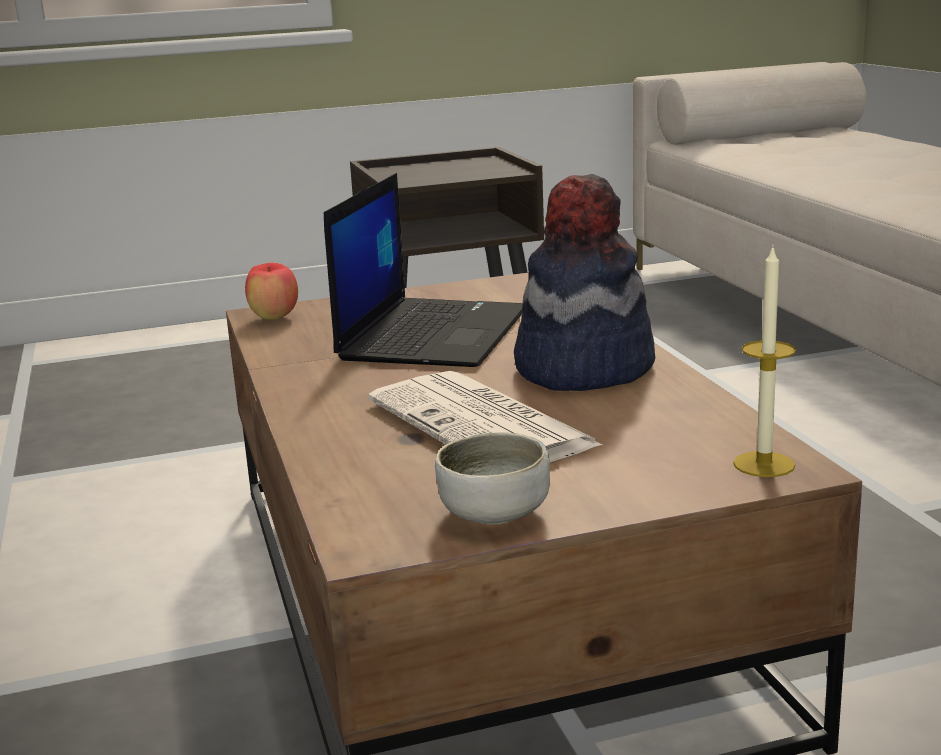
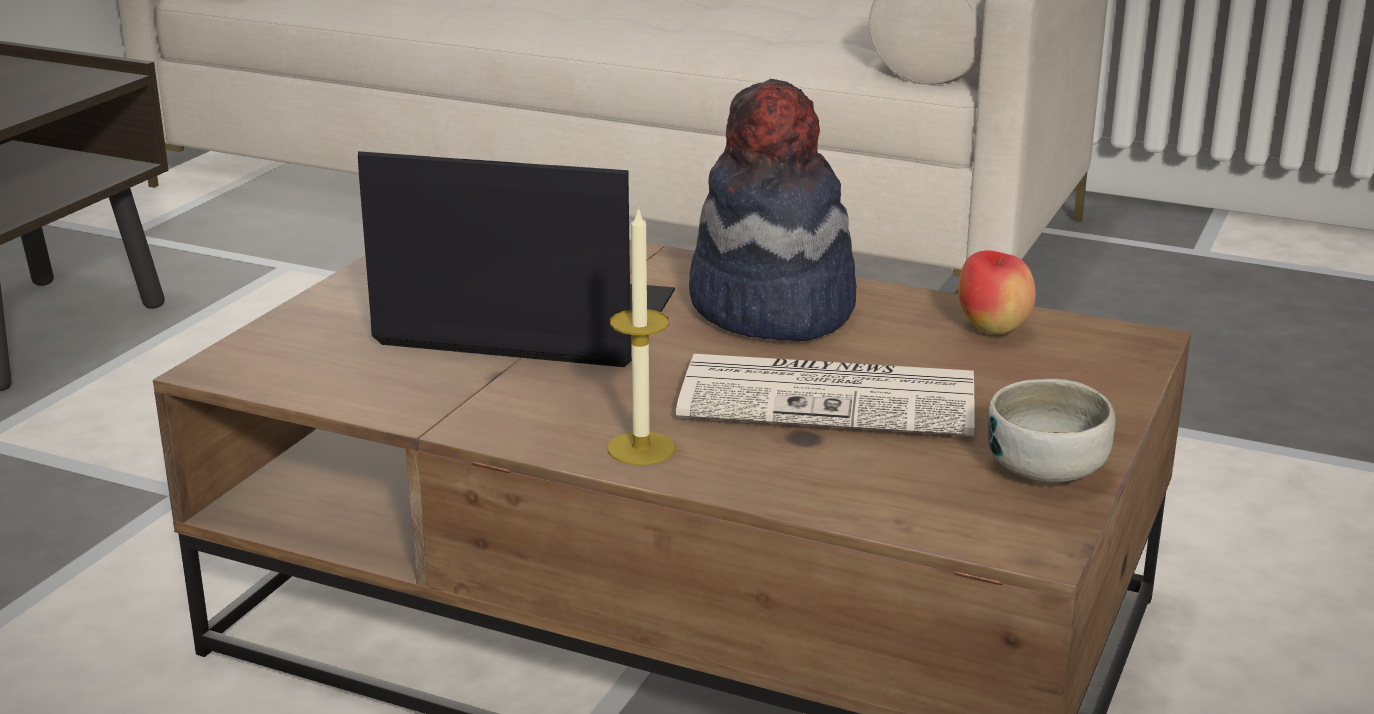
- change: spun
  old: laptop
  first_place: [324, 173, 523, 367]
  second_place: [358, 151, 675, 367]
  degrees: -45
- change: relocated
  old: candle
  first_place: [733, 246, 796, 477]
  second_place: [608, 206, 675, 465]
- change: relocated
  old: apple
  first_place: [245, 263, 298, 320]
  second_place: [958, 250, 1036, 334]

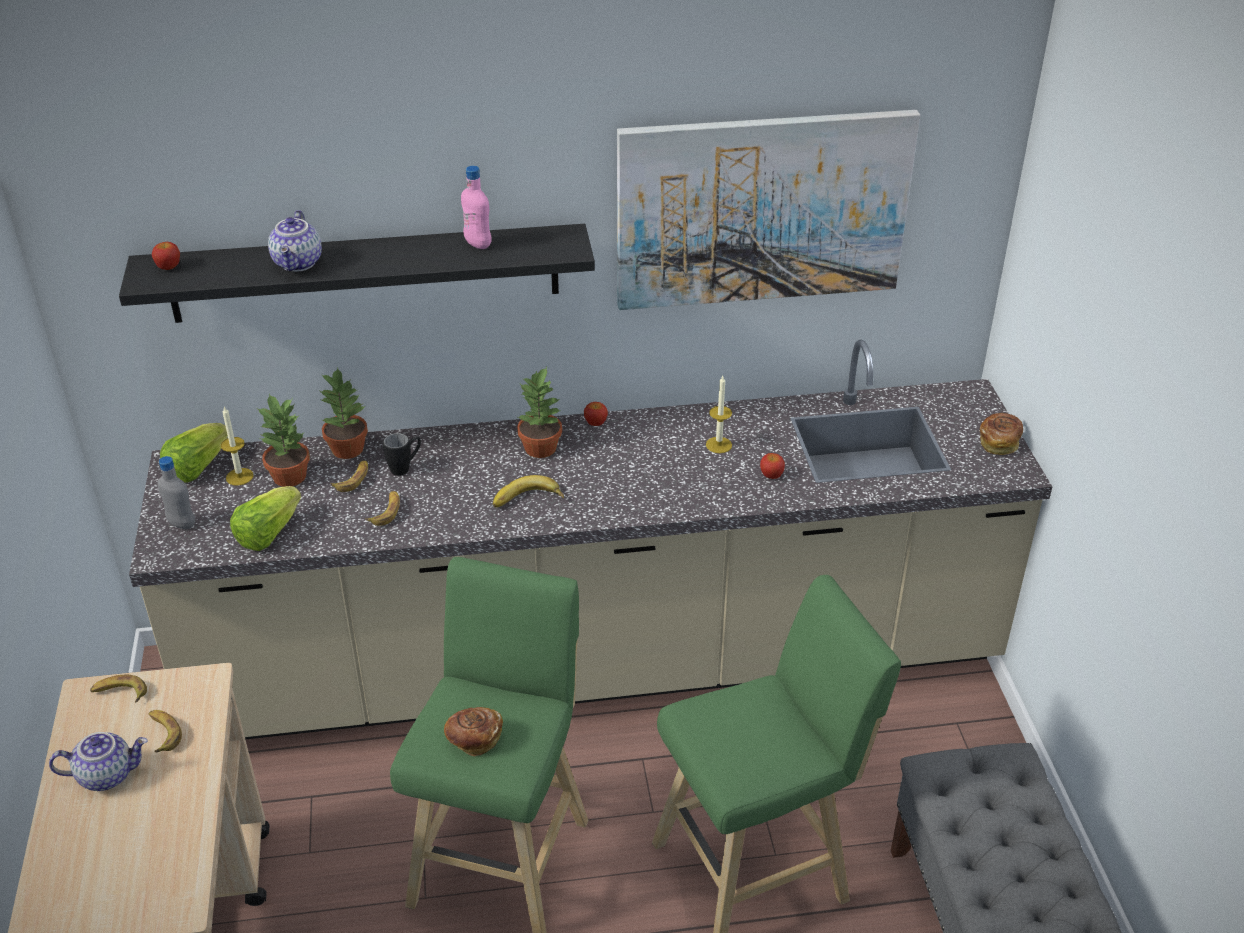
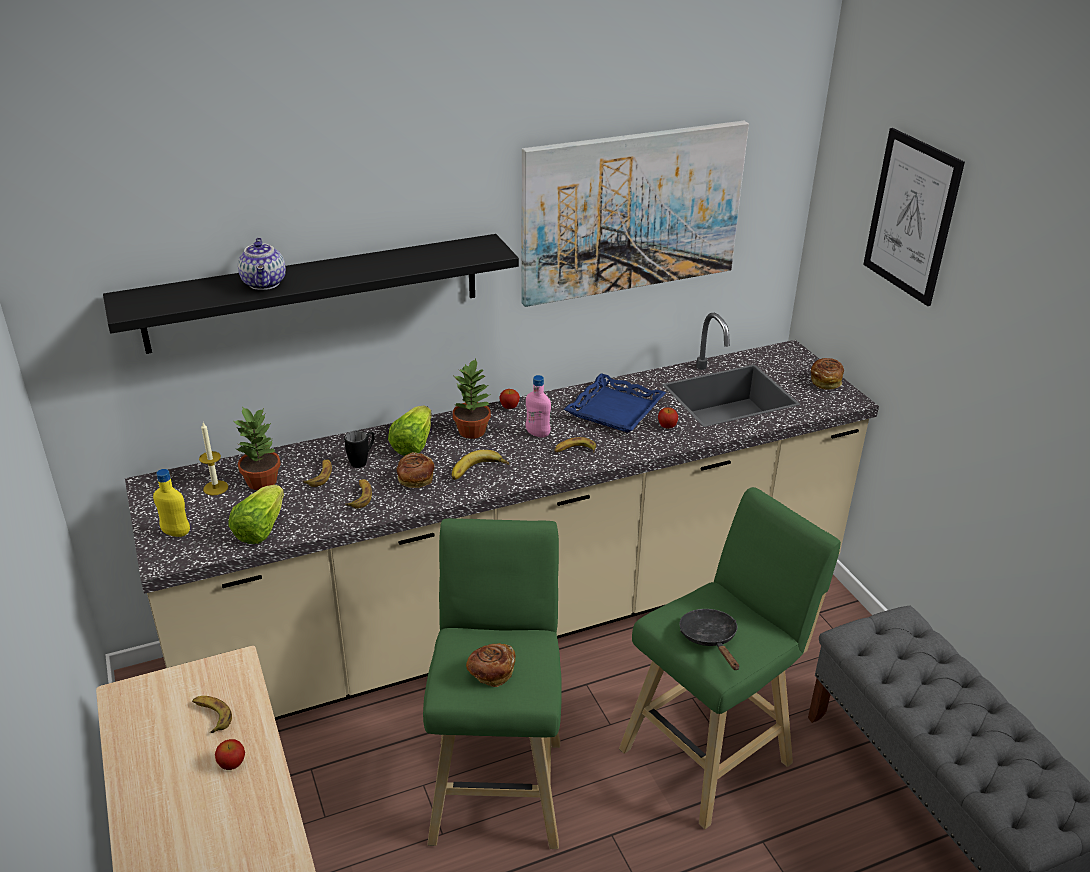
- change: colour
  old: grey bottle
  new: yellow bottle
  first_place: [157, 456, 195, 529]
  second_place: [153, 469, 190, 537]
- change: relocated
  old: apple
  first_place: [152, 242, 180, 270]
  second_place: [215, 739, 245, 770]
- change: relocated
  old: lettuce
  first_place: [160, 423, 228, 483]
  second_place: [388, 405, 432, 456]
- change: appeared
  new: bread
  second_place: [397, 452, 434, 488]
- change: relocated
  old: pink bottle
  first_place: [461, 166, 491, 249]
  second_place: [526, 375, 551, 437]
- change: relocated
  old: banana
  first_place: [90, 675, 147, 702]
  second_place: [554, 437, 596, 453]
- change: exchanged
  old: candle
  new: blue tray
  first_place: [706, 376, 732, 453]
  second_place: [564, 373, 666, 433]
- change: appeared
  new: black frying pan
  second_place: [679, 609, 739, 670]
- change: appeared
  new: picture
  second_place: [863, 128, 965, 306]
- change: missing
  old: teapot
  first_place: [49, 732, 148, 791]
- change: missing
  old: potted plant
  first_place: [320, 368, 368, 459]

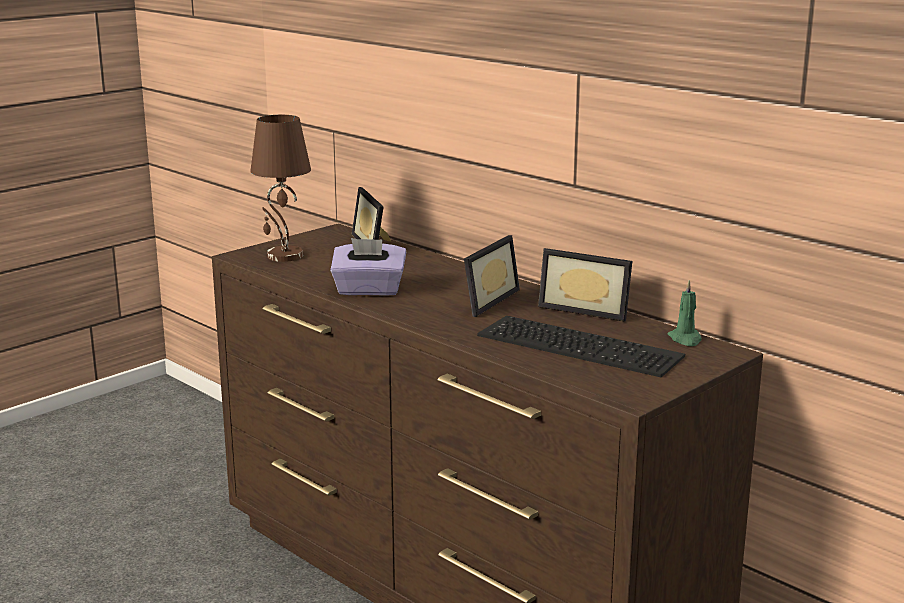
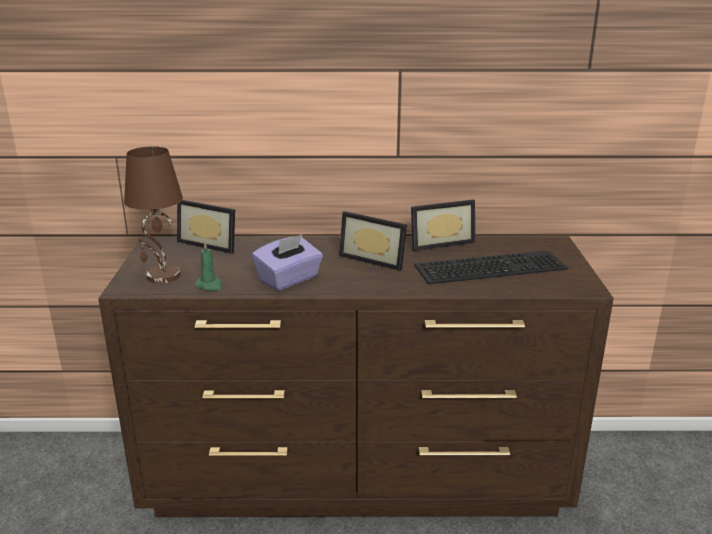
- change: relocated
  old: green candle
  first_place: [668, 280, 702, 346]
  second_place: [195, 241, 222, 291]
- change: spun
  old: picture frame
  first_place: [464, 235, 520, 317]
  second_place: [339, 211, 407, 271]
  degrees: 135

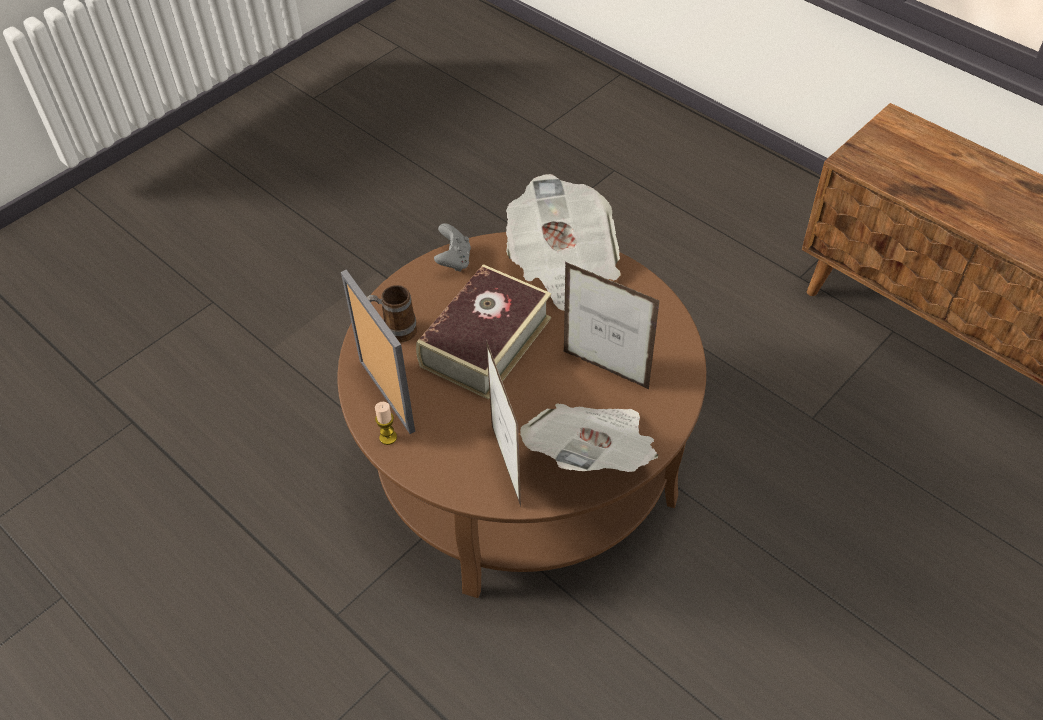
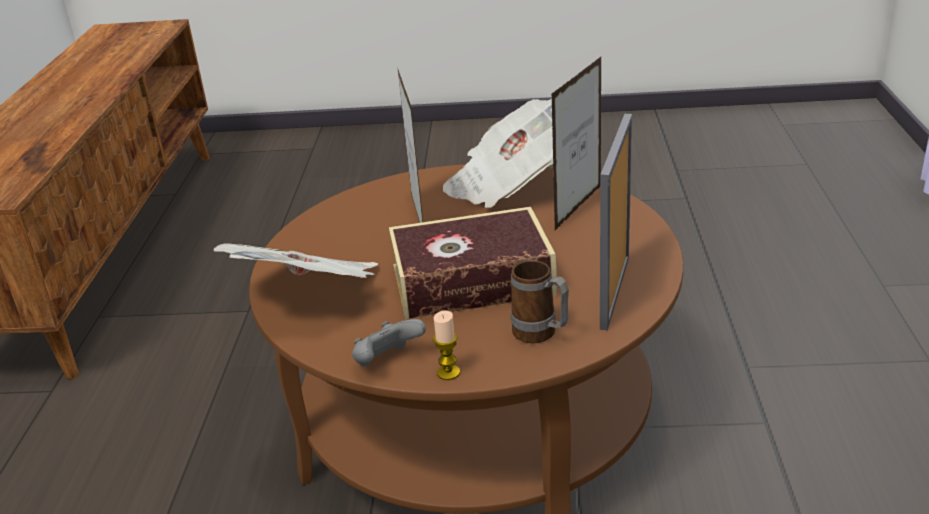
- change: relocated
  old: candle
  first_place: [375, 402, 397, 445]
  second_place: [433, 310, 460, 380]

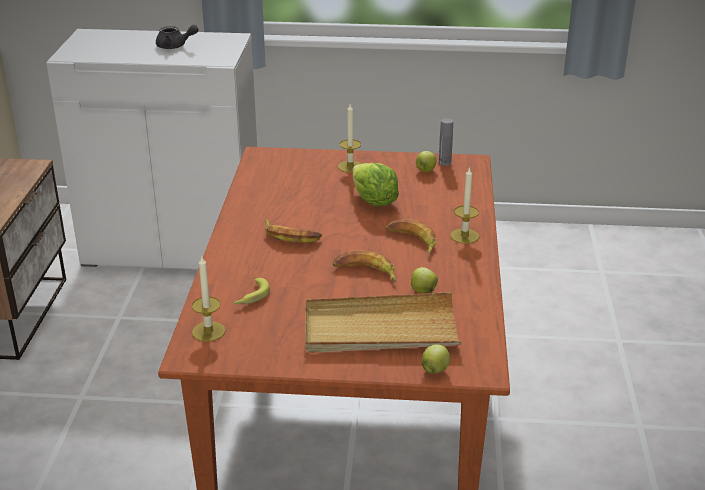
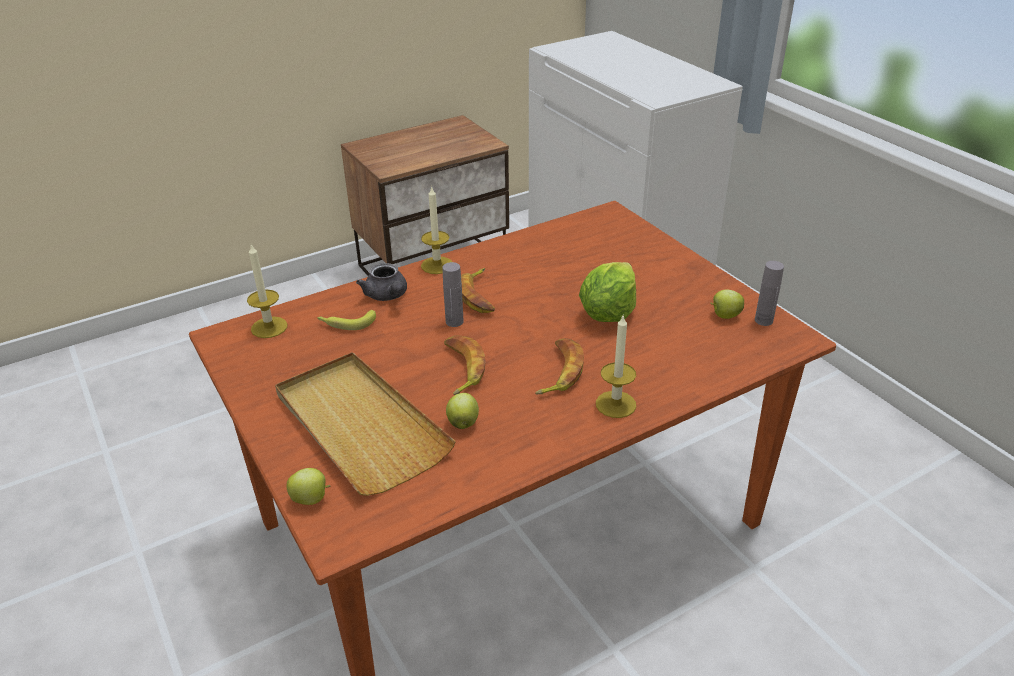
- change: relocated
  old: grey teapot
  first_place: [156, 25, 198, 49]
  second_place: [356, 263, 407, 301]
- change: relocated
  old: candle
  first_place: [338, 104, 361, 173]
  second_place: [421, 186, 452, 274]
- change: appeared
  new: grey bottle
  second_place: [443, 262, 464, 327]

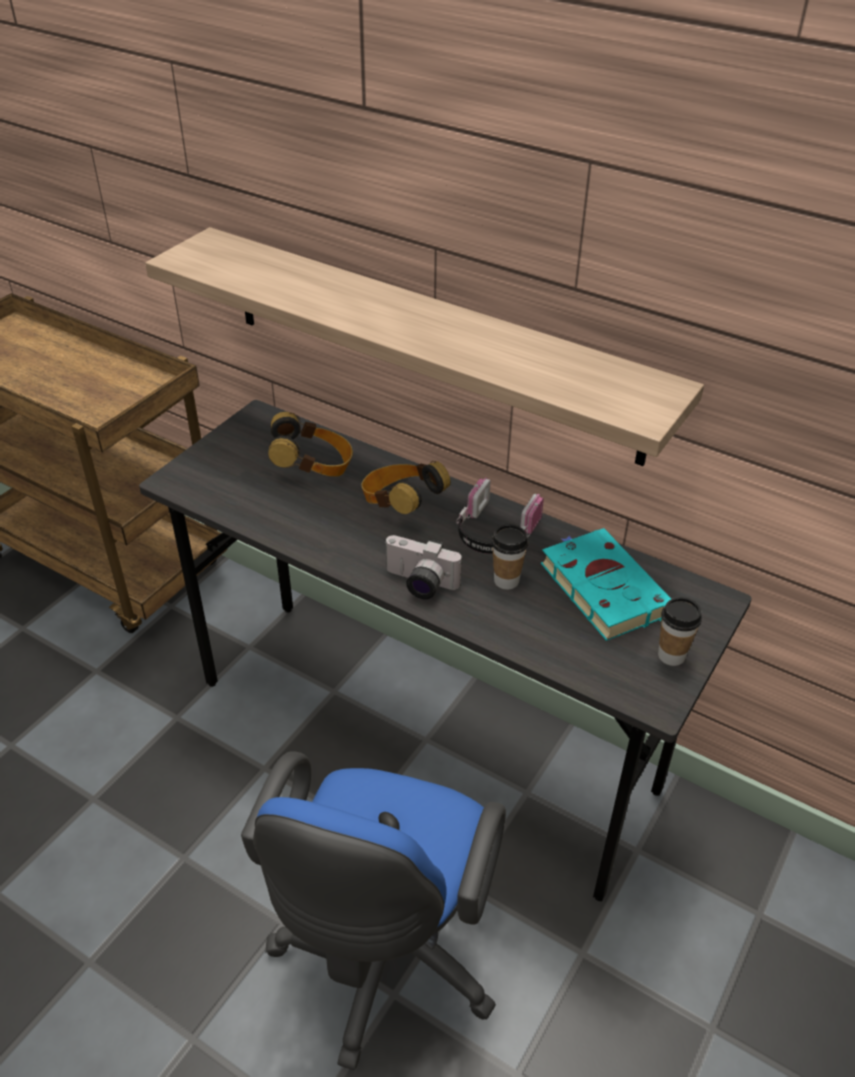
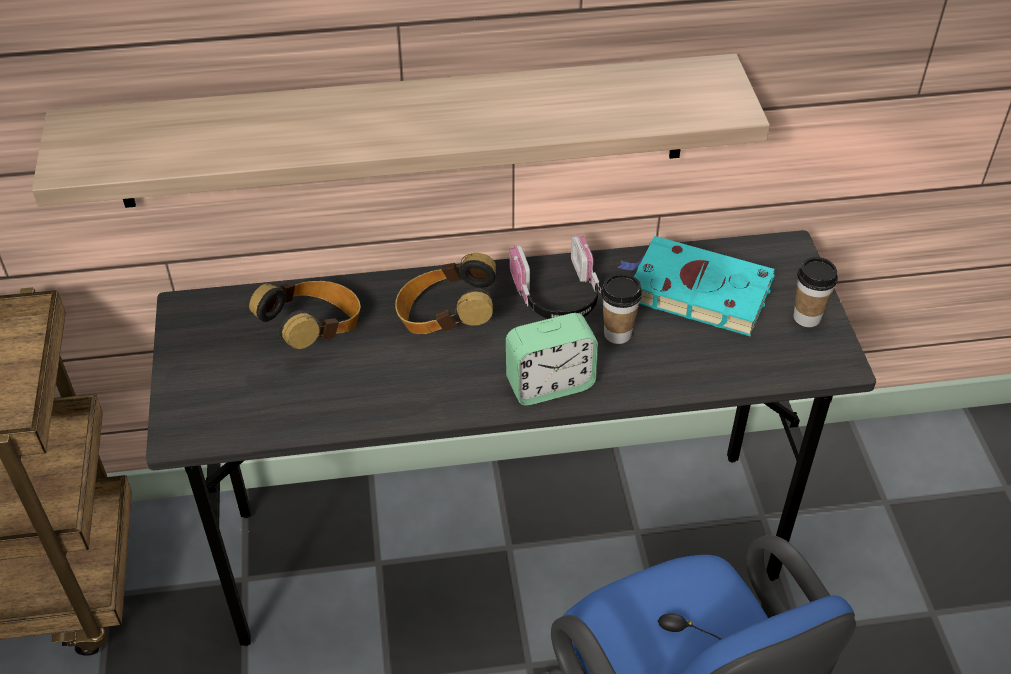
- change: exchanged
  old: photo camera
  new: alarm clock
  first_place: [384, 535, 462, 599]
  second_place: [506, 313, 598, 406]

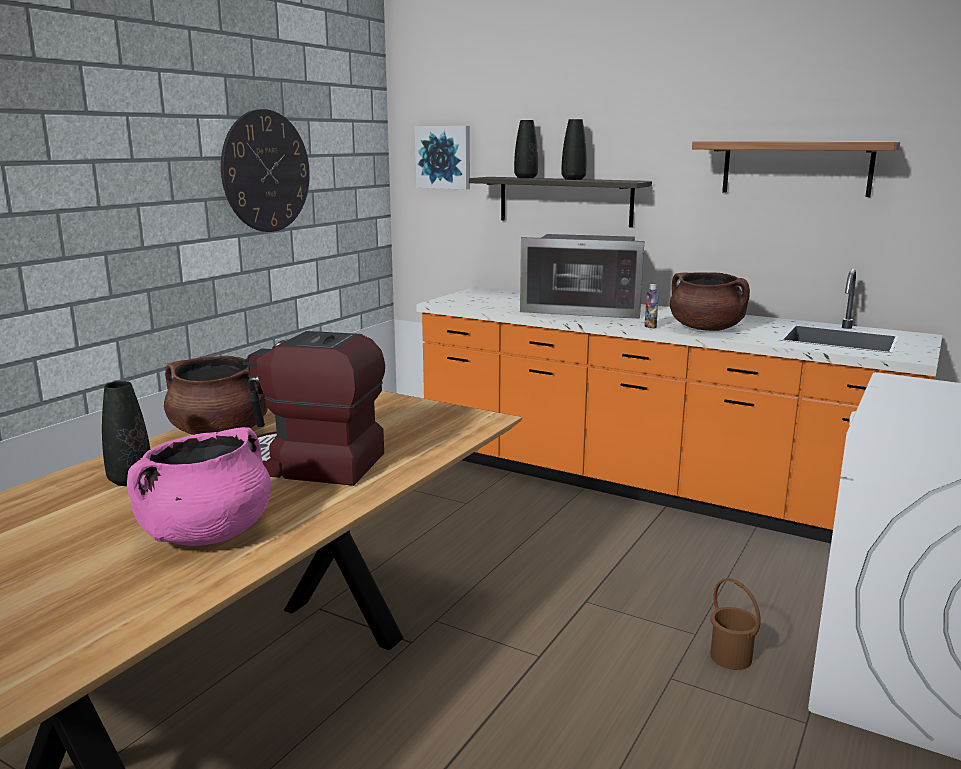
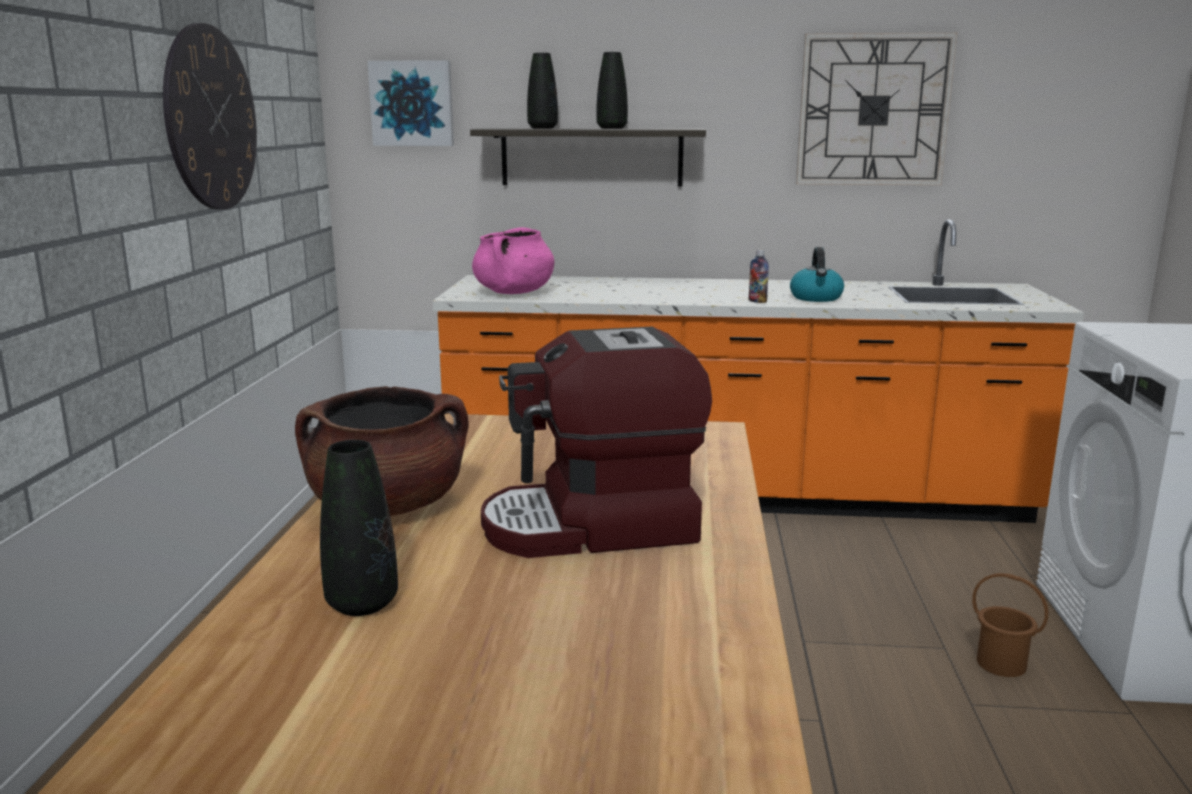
- change: relocated
  old: pink cooking pot
  first_place: [127, 427, 271, 546]
  second_place: [472, 227, 554, 294]
- change: exchanged
  old: brown cooking pot
  new: kettle
  first_place: [670, 272, 750, 331]
  second_place: [790, 247, 844, 302]
- change: exchanged
  old: shelf
  new: wall clock
  first_place: [692, 141, 900, 197]
  second_place: [796, 33, 957, 185]
- change: missing
  old: microwave
  first_place: [520, 234, 644, 319]

